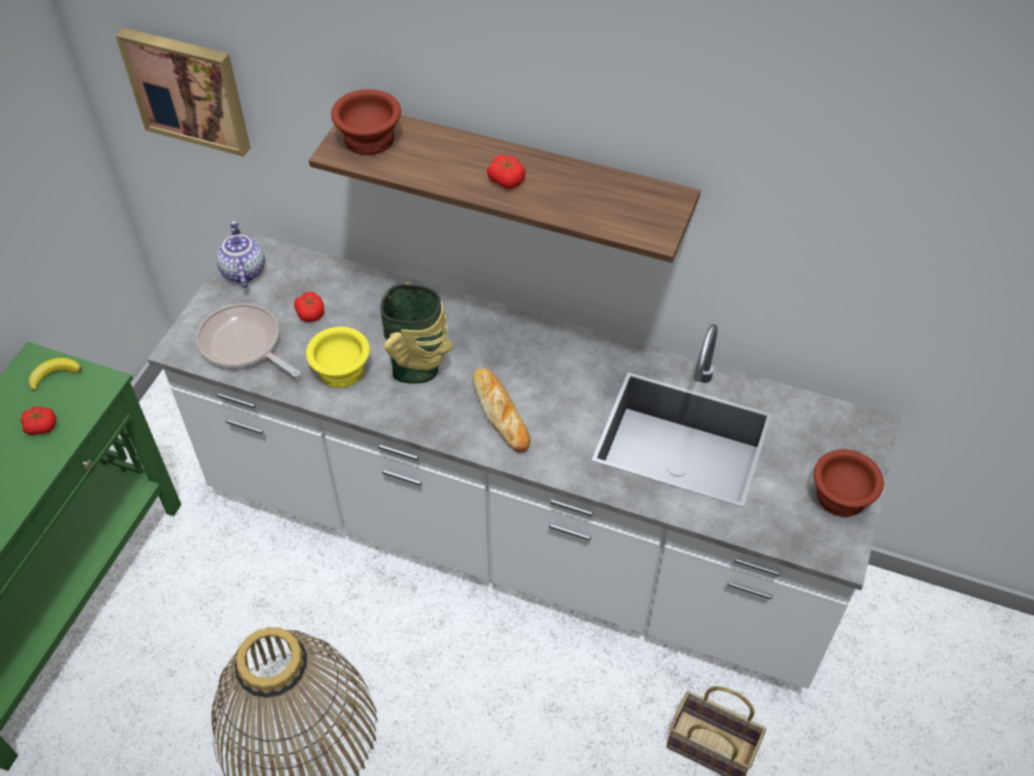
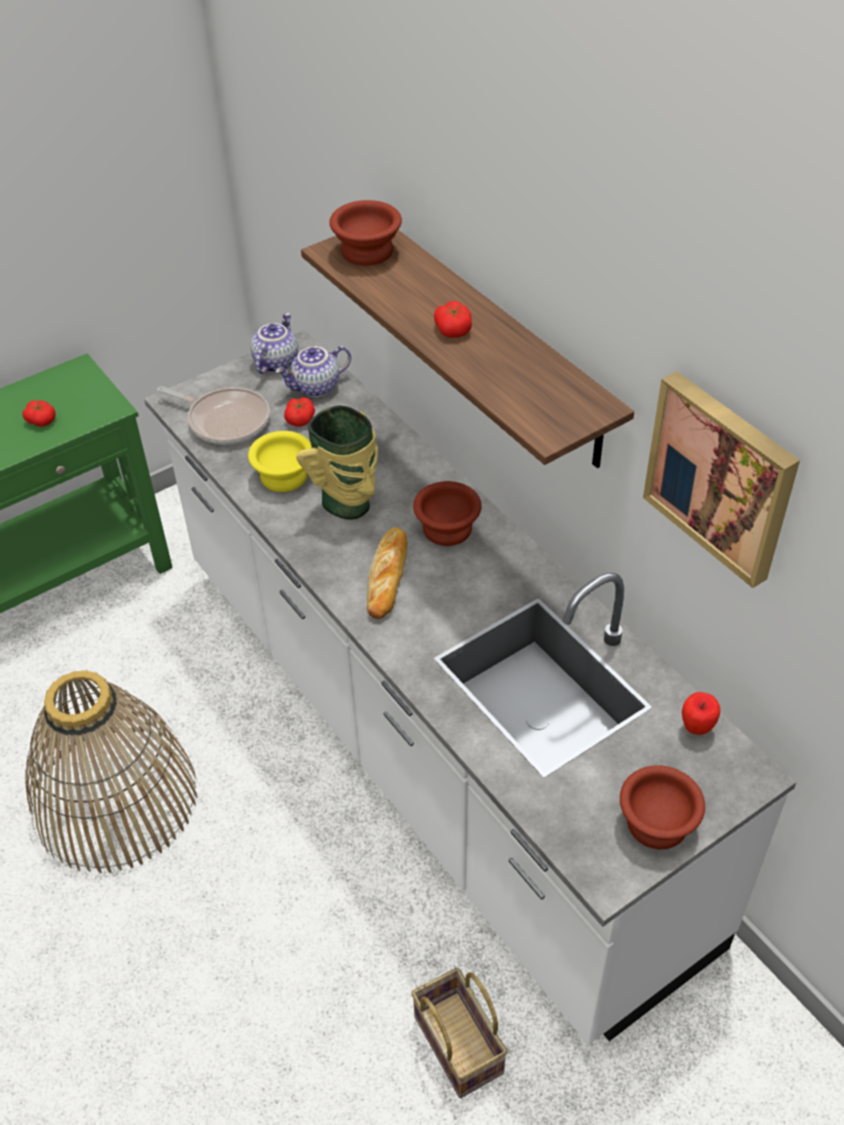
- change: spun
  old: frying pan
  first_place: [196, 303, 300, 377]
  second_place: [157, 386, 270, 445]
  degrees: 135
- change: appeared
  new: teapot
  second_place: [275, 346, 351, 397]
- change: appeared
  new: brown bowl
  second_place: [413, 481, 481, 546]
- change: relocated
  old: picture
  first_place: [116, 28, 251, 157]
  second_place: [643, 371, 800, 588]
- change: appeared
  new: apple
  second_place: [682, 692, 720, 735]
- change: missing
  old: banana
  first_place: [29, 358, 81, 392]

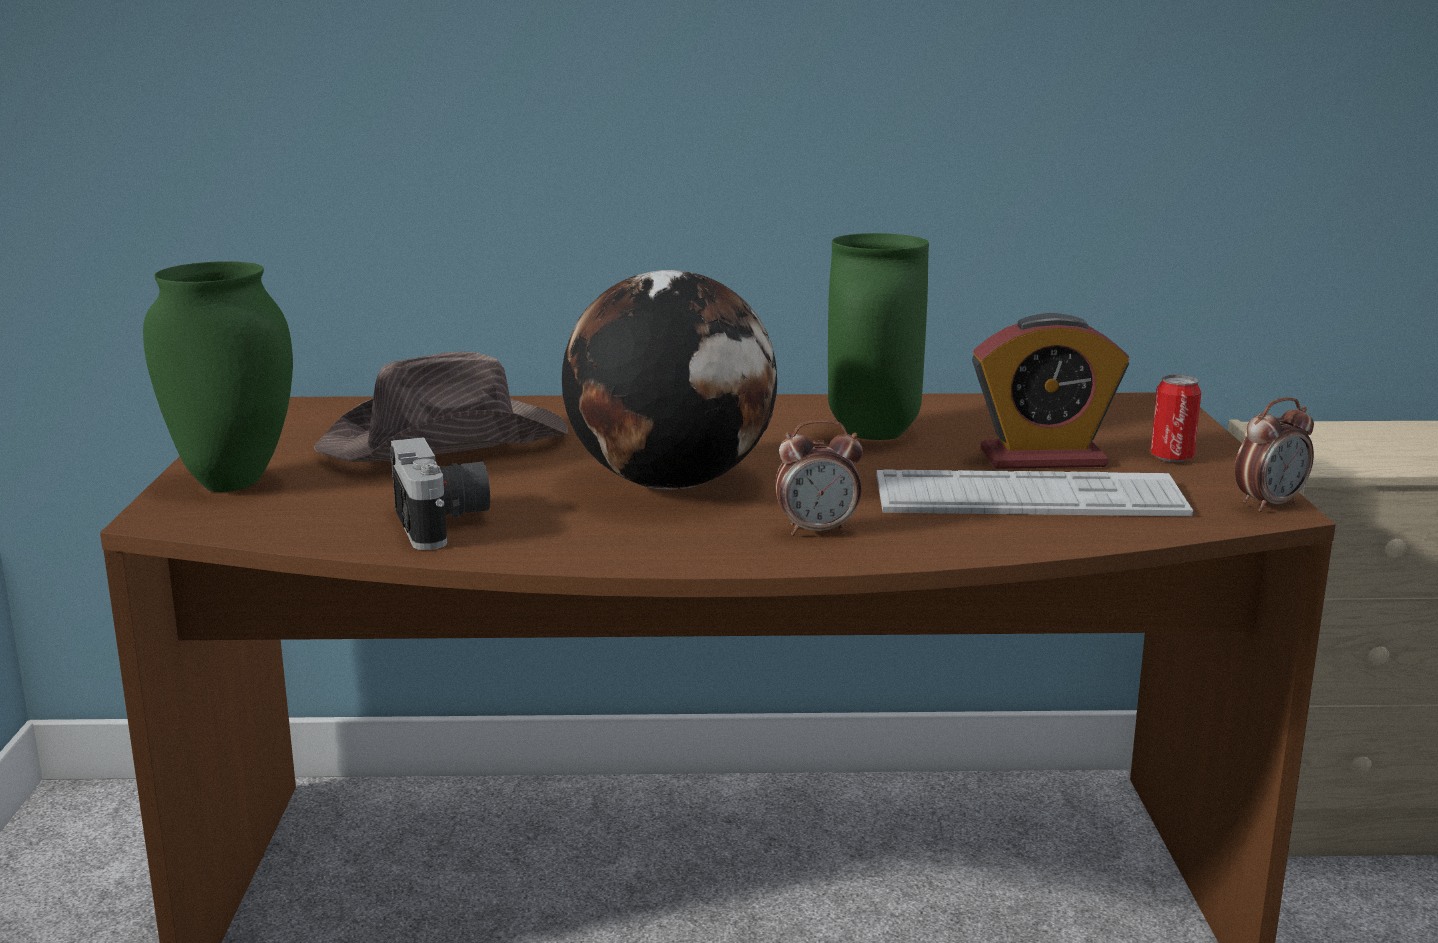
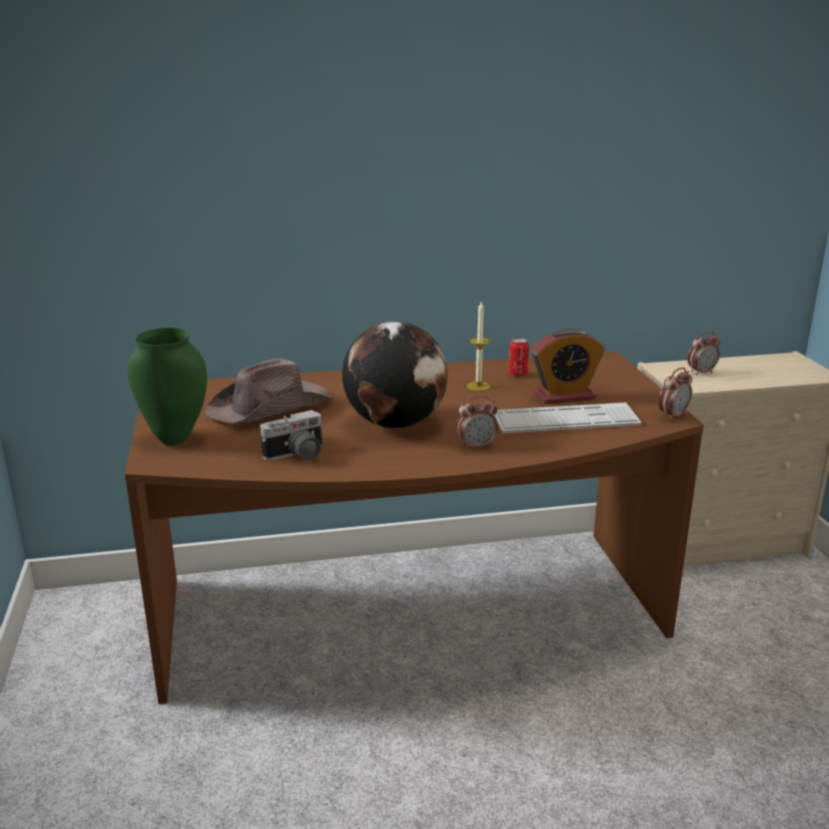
- change: spun
  old: photo camera
  first_place: [390, 437, 490, 550]
  second_place: [260, 410, 325, 461]
  degrees: 90
- change: exchanged
  old: green vase
  new: candle
  first_place: [828, 233, 929, 440]
  second_place: [467, 302, 490, 391]
- change: relocated
  old: can
  first_place: [1151, 375, 1201, 462]
  second_place: [509, 337, 529, 377]
- change: appeared
  new: alarm clock
  second_place: [687, 331, 720, 376]

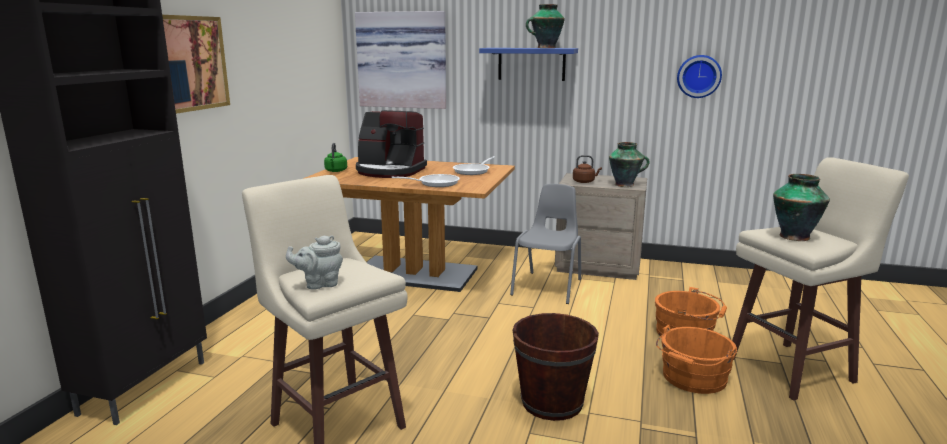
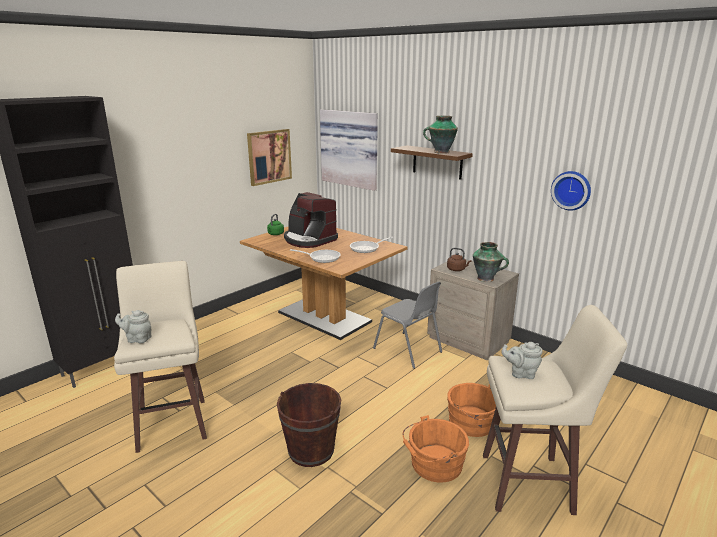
- change: relocated
  old: picture
  first_place: [162, 15, 230, 114]
  second_place: [247, 129, 292, 186]
- change: spun
  old: grey chair
  first_place: [510, 184, 581, 304]
  second_place: [373, 282, 442, 369]
  degrees: 90
- change: colour
  old: blue shelf
  new: brown shelf
  first_place: [479, 48, 578, 81]
  second_place: [391, 145, 473, 180]
- change: exchanged
  old: vase
  new: grey teapot
  first_place: [773, 174, 830, 241]
  second_place: [501, 342, 543, 379]

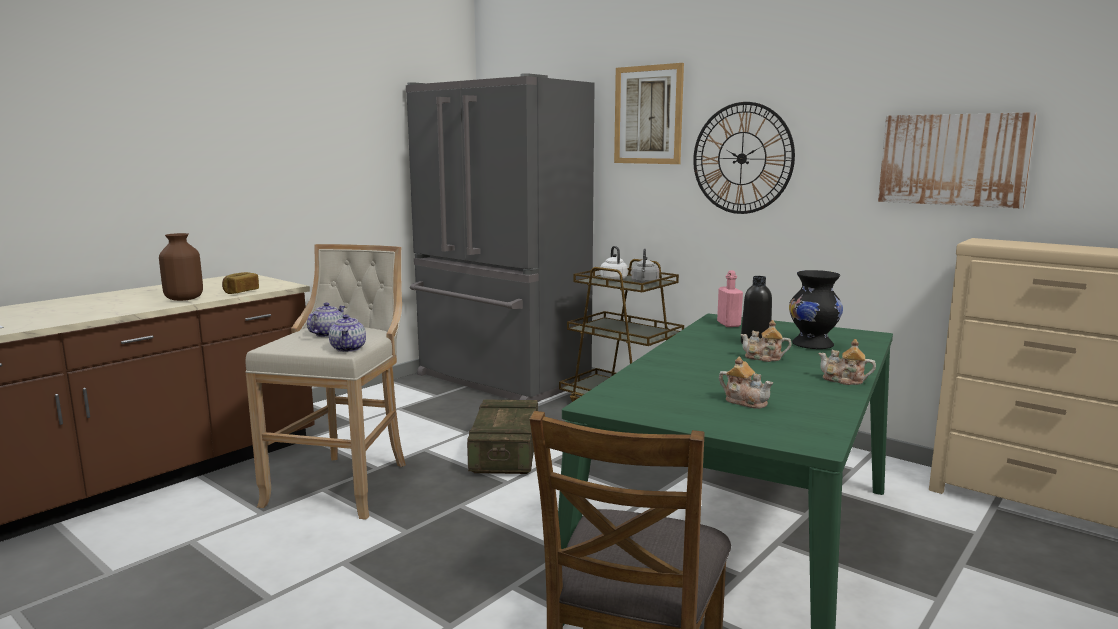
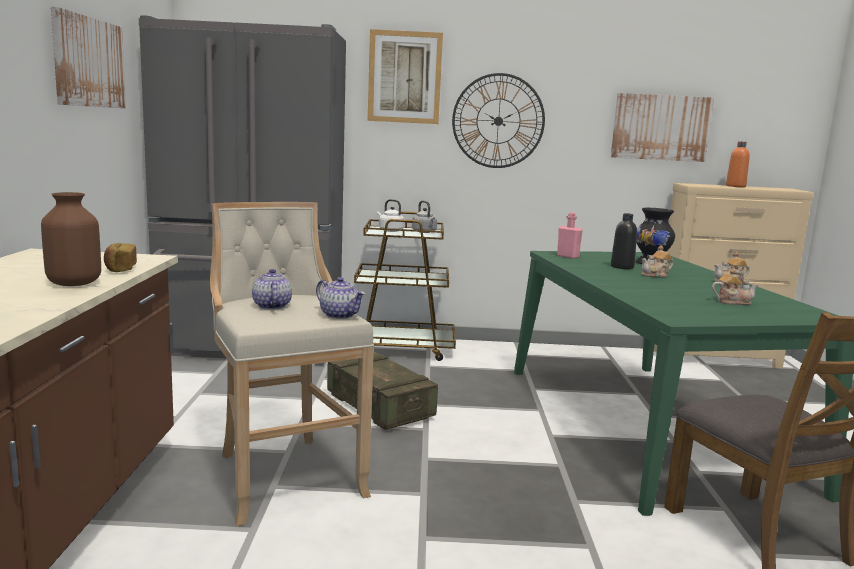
- change: appeared
  new: picture
  second_place: [51, 7, 126, 108]
- change: appeared
  new: orange bottle
  second_place: [726, 141, 750, 187]

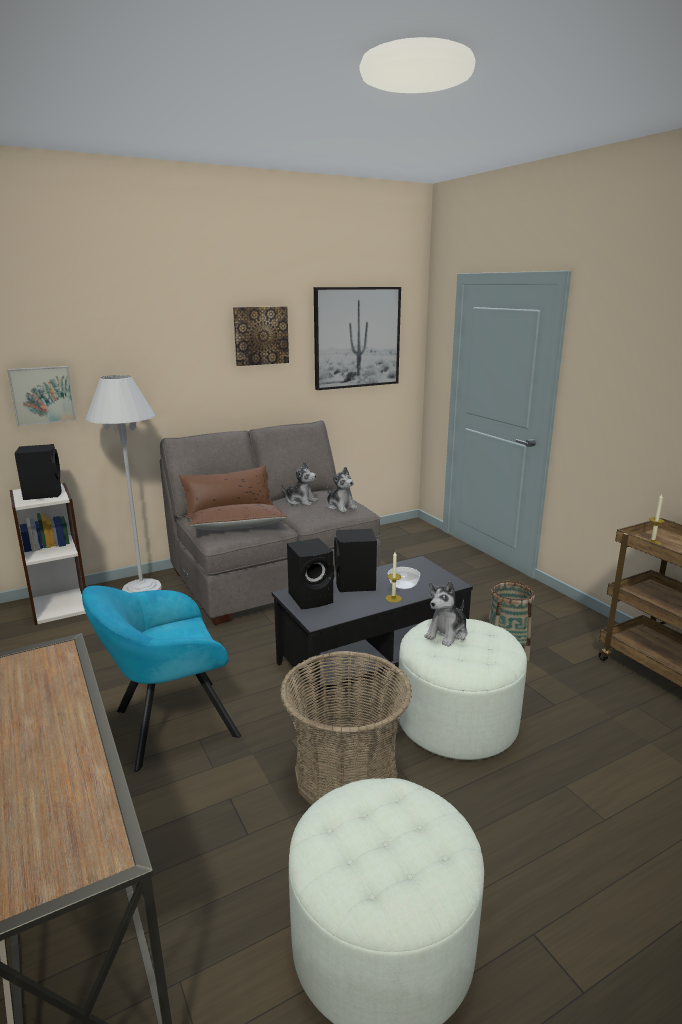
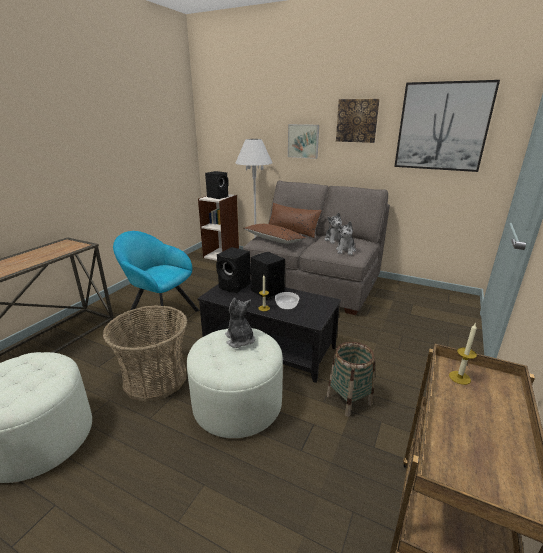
- change: spun
  old: plush toy
  first_place: [425, 581, 467, 647]
  second_place: [225, 298, 255, 348]
  degrees: 60
- change: relocated
  old: picture
  first_place: [7, 366, 76, 426]
  second_place: [288, 124, 319, 159]

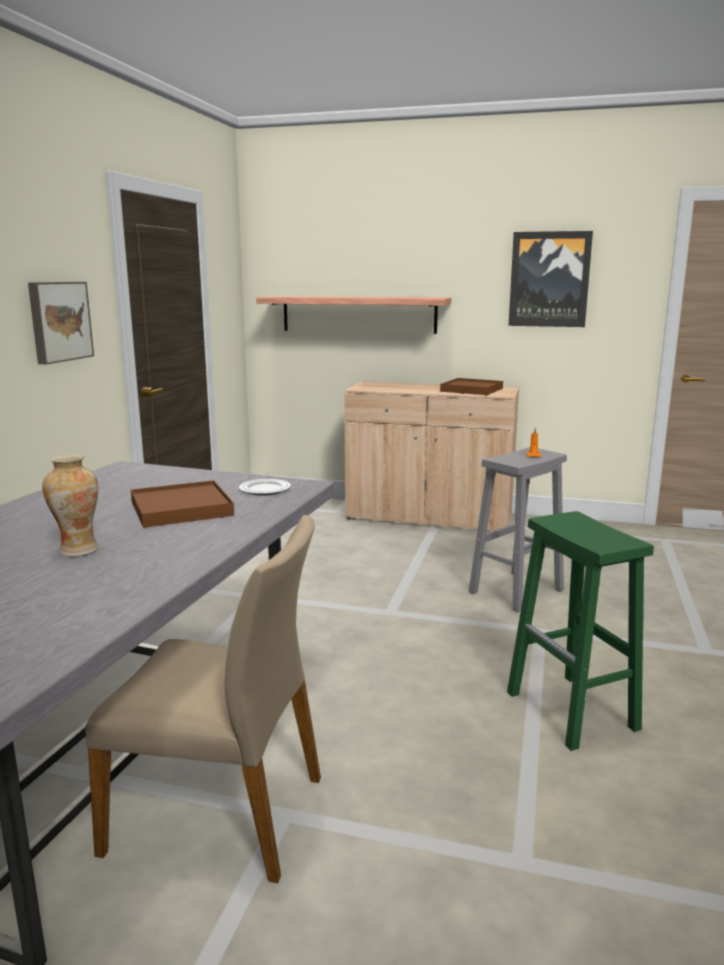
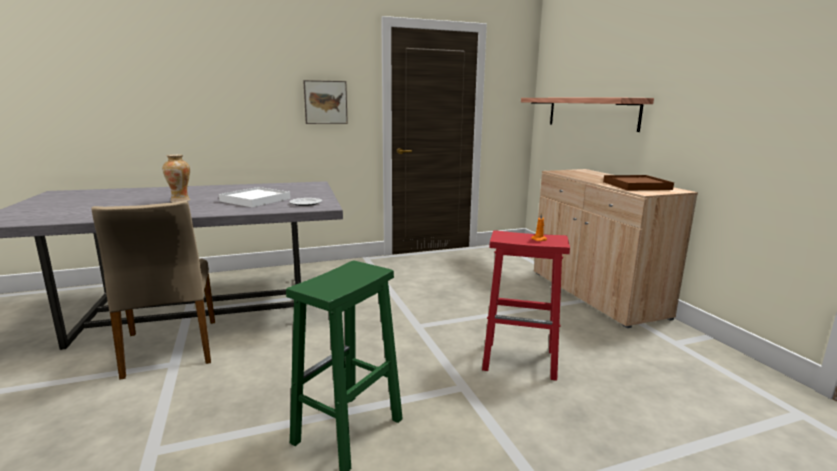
- change: colour
  old: brown tray
  new: white tray
  first_place: [131, 480, 234, 528]
  second_place: [219, 187, 290, 207]
- change: colour
  old: grey stool
  new: red stool
  first_place: [469, 447, 567, 612]
  second_place: [482, 230, 570, 381]
- change: missing
  old: picture
  first_place: [509, 231, 593, 327]

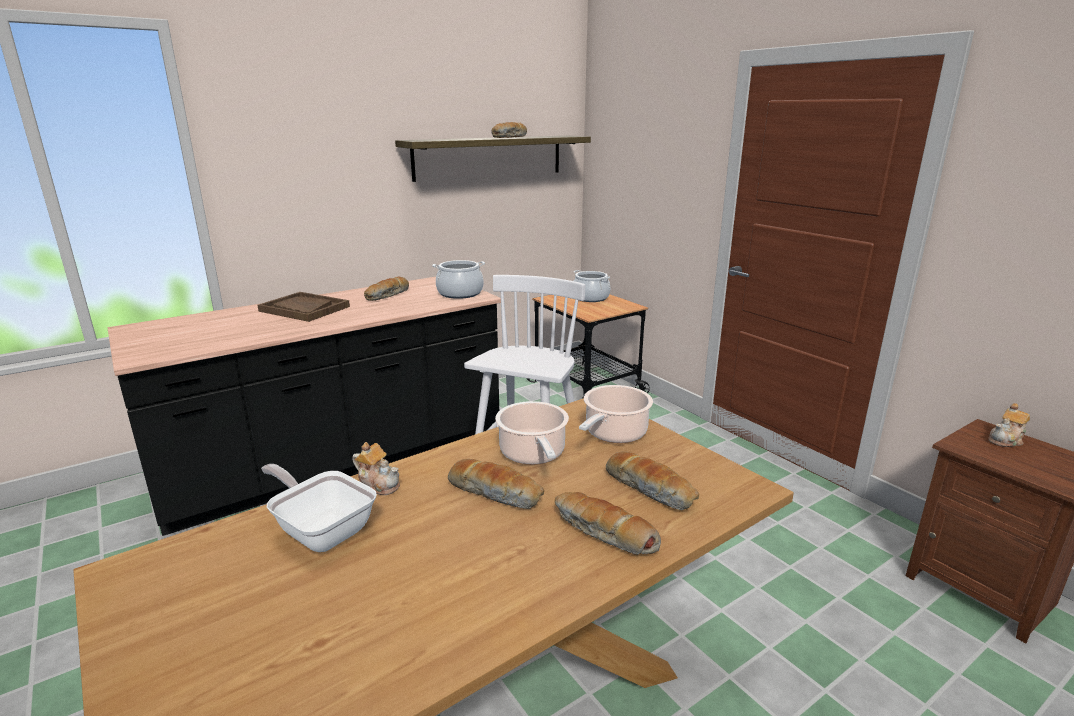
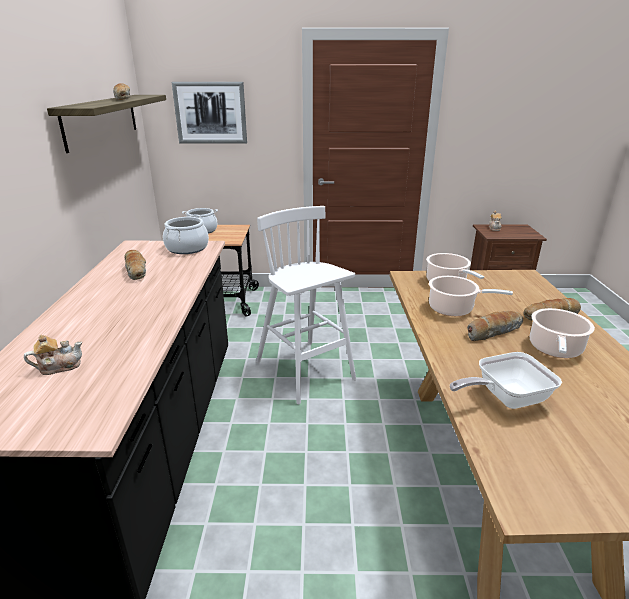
- change: relocated
  old: teapot
  first_place: [352, 442, 400, 495]
  second_place: [24, 335, 82, 375]
- change: appeared
  new: picture
  second_place: [172, 82, 247, 144]
- change: appeared
  new: cooking pot
  second_place: [530, 308, 595, 358]
- change: missing
  old: brown tray
  first_place: [258, 292, 350, 322]
- change: missing
  old: bread
  first_place: [606, 451, 699, 510]

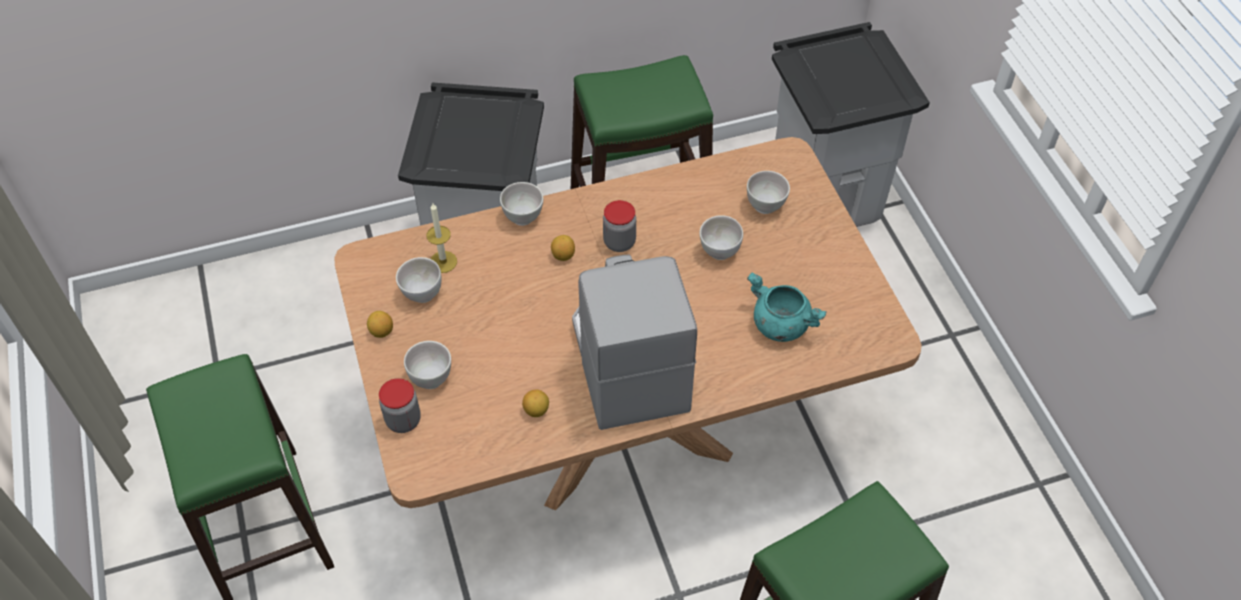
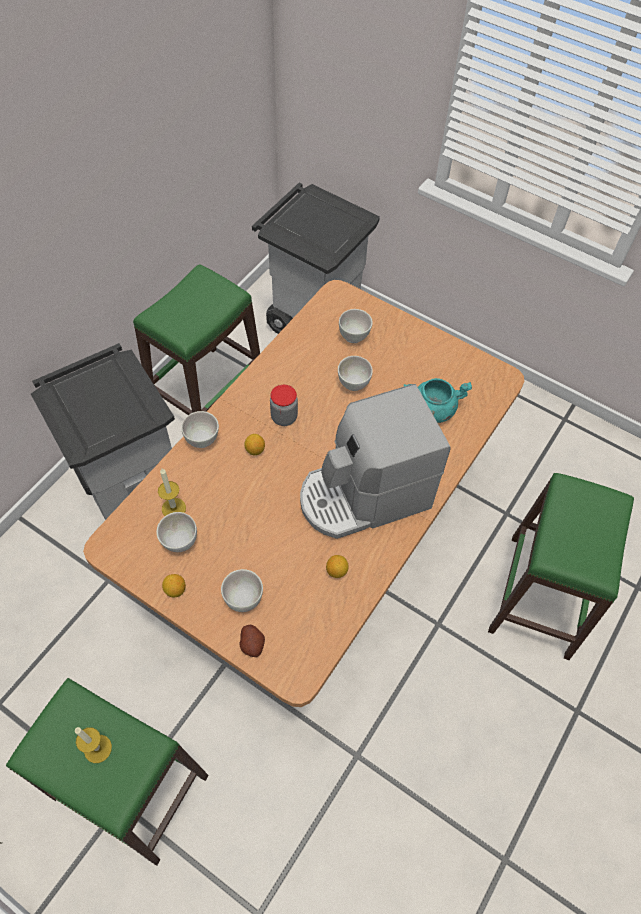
- change: appeared
  new: candle
  second_place: [75, 727, 112, 763]
- change: exchanged
  old: jar
  new: potato
  first_place: [379, 378, 421, 433]
  second_place: [240, 625, 265, 657]
- change: spun
  old: coffee machine
  first_place: [572, 255, 697, 430]
  second_place: [300, 384, 451, 539]
  degrees: -60

